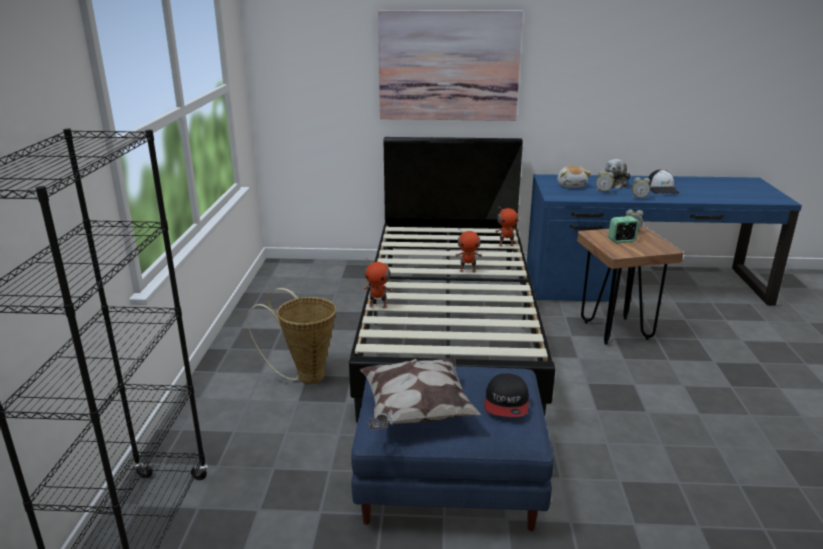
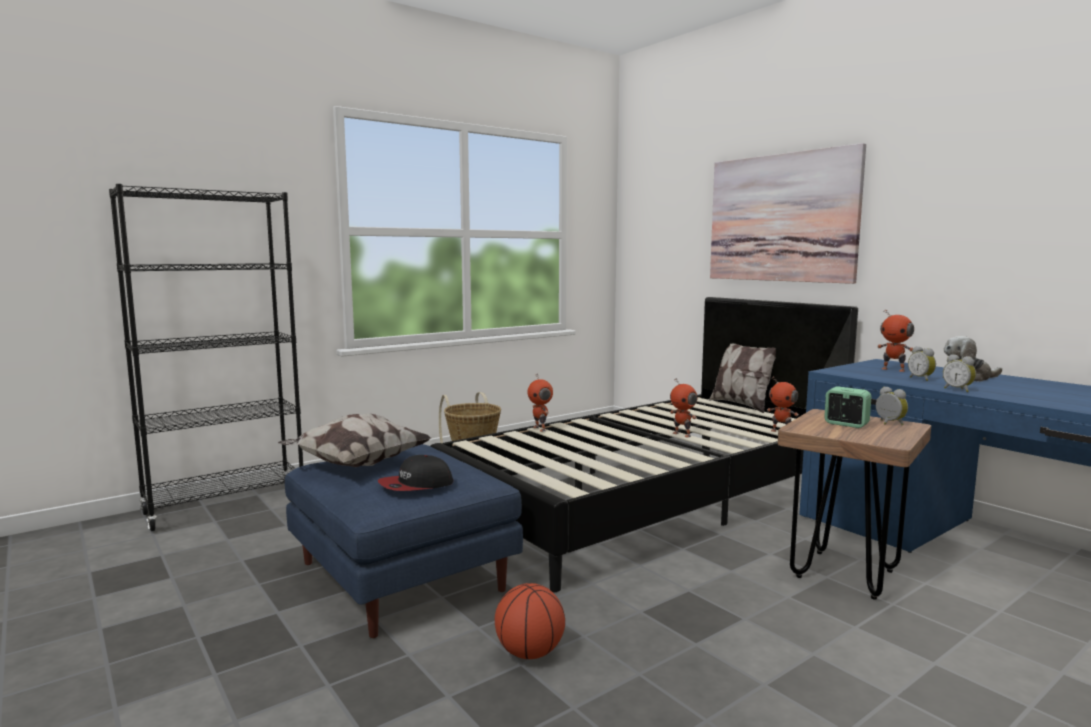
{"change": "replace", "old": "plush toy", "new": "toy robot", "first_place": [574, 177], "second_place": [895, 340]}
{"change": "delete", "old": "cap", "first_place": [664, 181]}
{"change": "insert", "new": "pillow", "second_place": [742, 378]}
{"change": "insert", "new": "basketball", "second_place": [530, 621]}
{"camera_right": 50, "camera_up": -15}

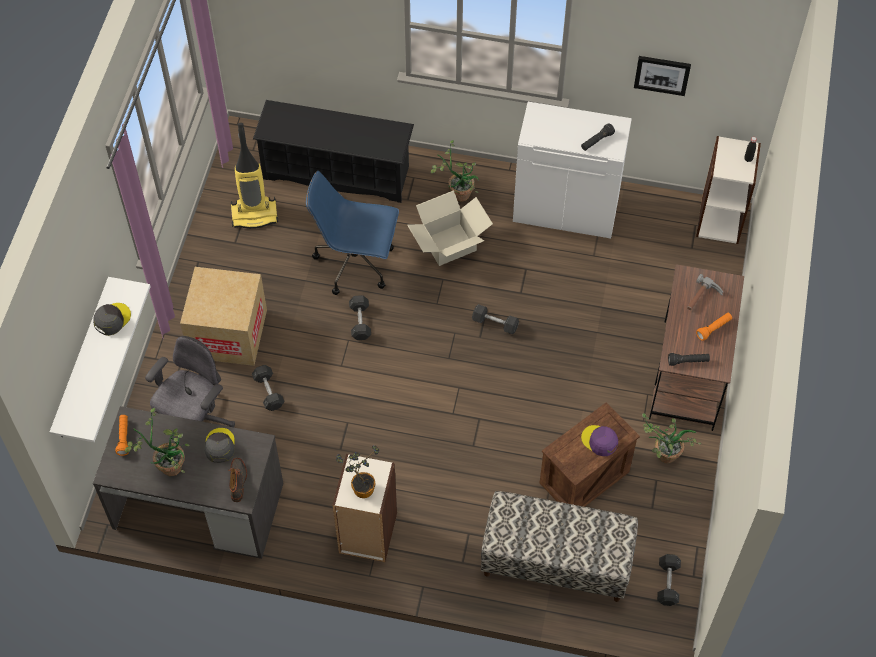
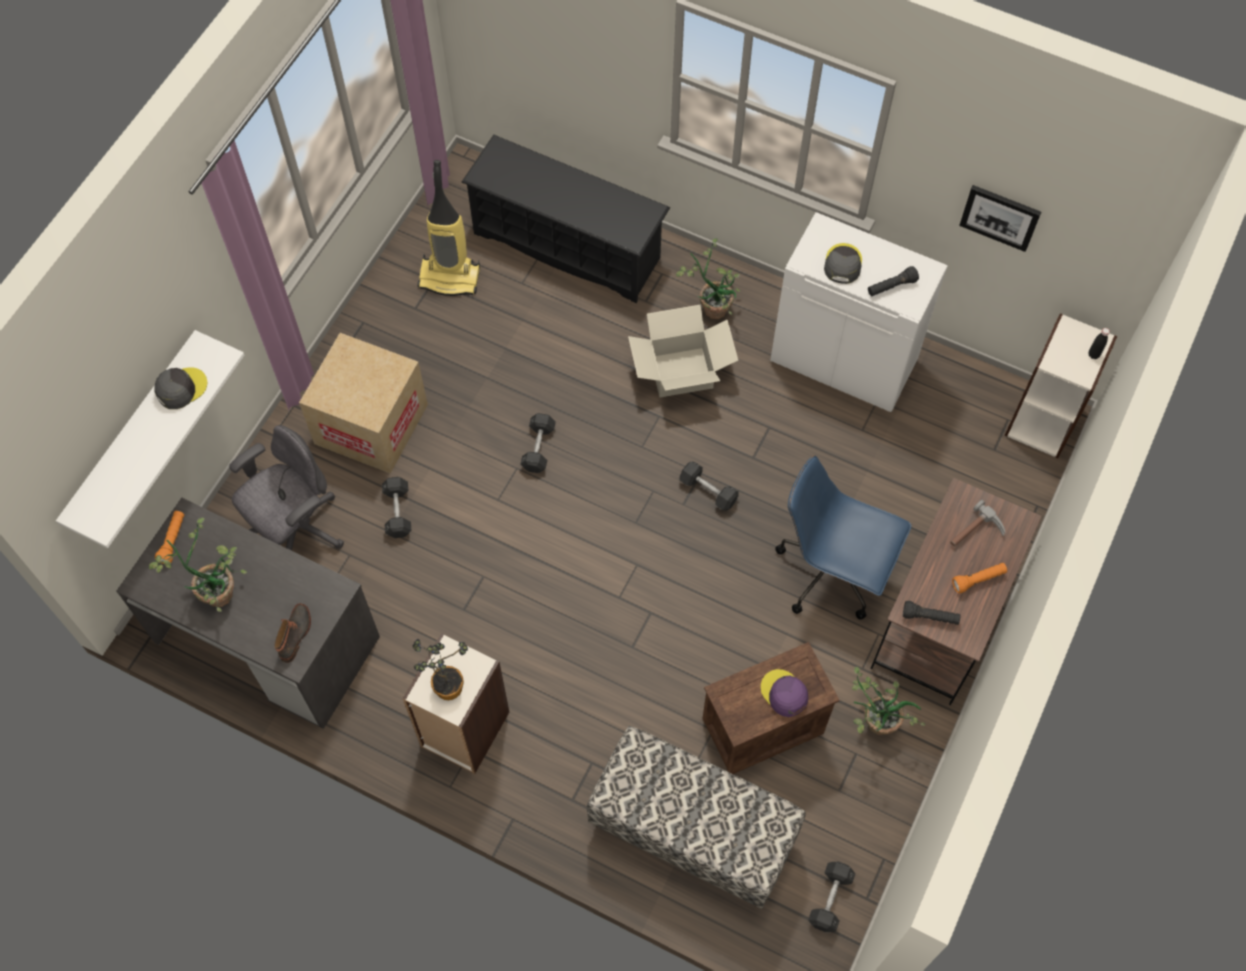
{"change": "move", "old": "office chair (blue)", "first_place": [352, 233], "second_place": [843, 538]}
{"change": "move", "old": "cap (grey)", "first_place": [220, 445], "second_place": [843, 263]}
{"camera_right": 15, "camera_up": 5}

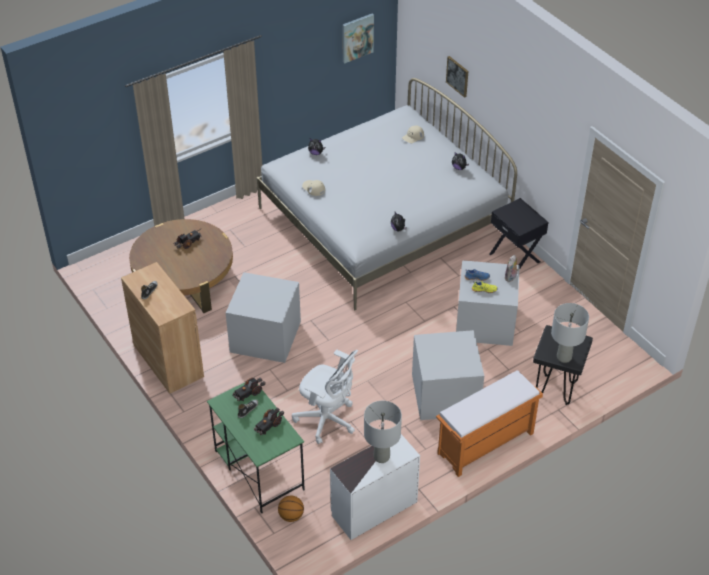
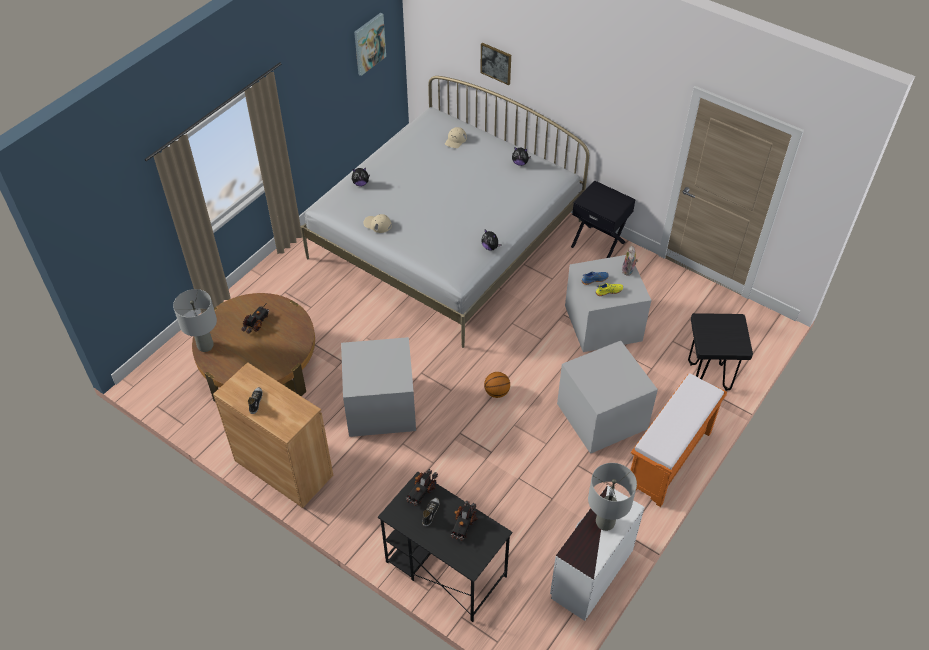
{"change": "move", "old": "table lamp (grey)", "first_place": [570, 333], "second_place": [195, 320]}
{"change": "delete", "old": "office chair (white)", "first_place": [325, 397]}
{"change": "recolor", "old": "desk (green)", "new": "desk (black)", "first_place": [256, 447], "second_place": [445, 547]}
{"change": "move", "old": "basketball", "first_place": [291, 509], "second_place": [497, 385]}
{"camera_right": -20, "camera_up": 5}

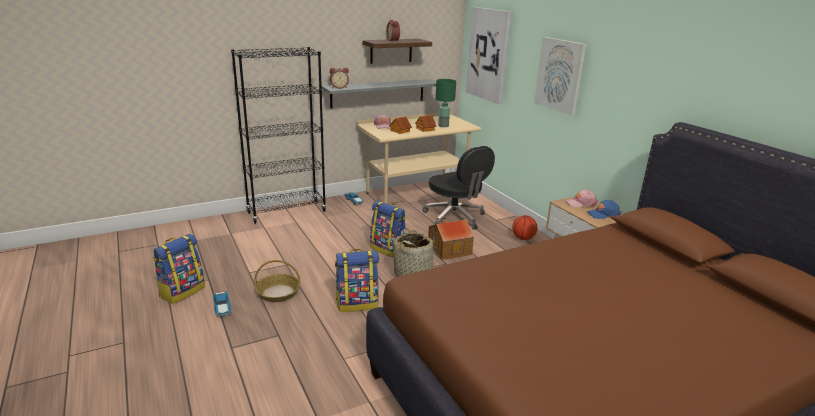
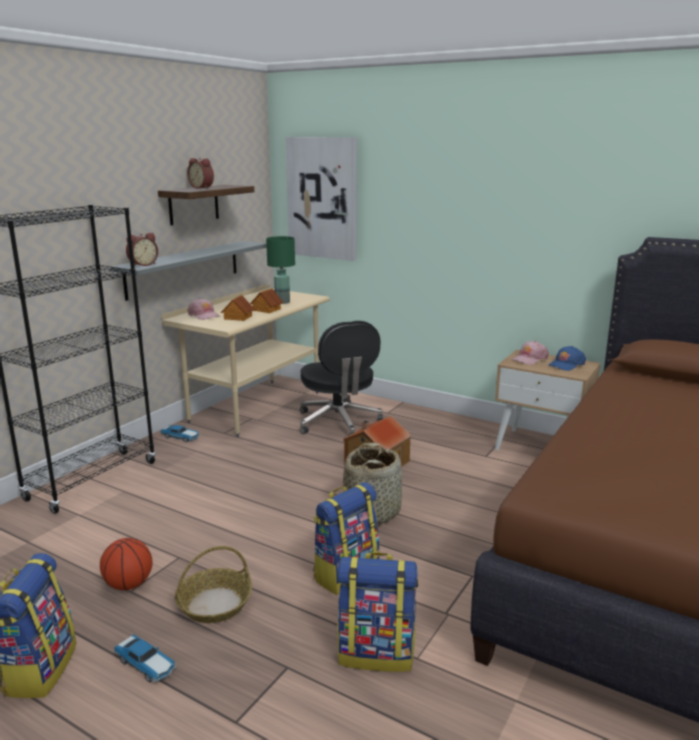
{"change": "delete", "old": "picture", "first_place": [560, 76]}
{"change": "rotate", "old": "office chair (black)", "first_place": [459, 188], "second_place": [341, 378], "degrees": 45}
{"change": "move", "old": "backpack", "first_place": [388, 229], "second_place": [377, 612]}
{"change": "move", "old": "basketball", "first_place": [524, 227], "second_place": [126, 564]}
{"camera_right": -30, "camera_up": -5}

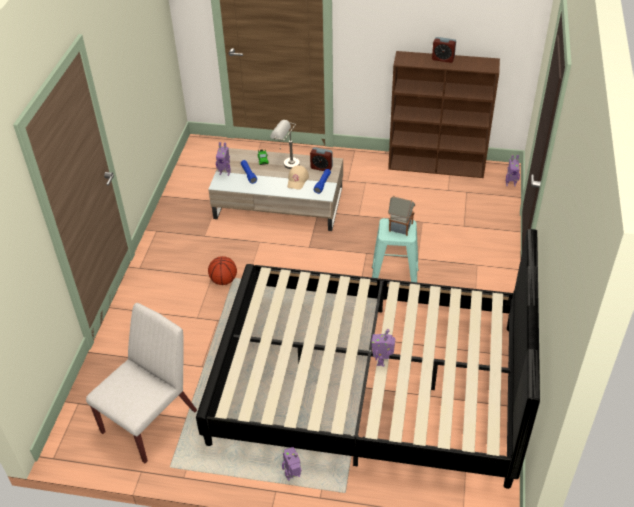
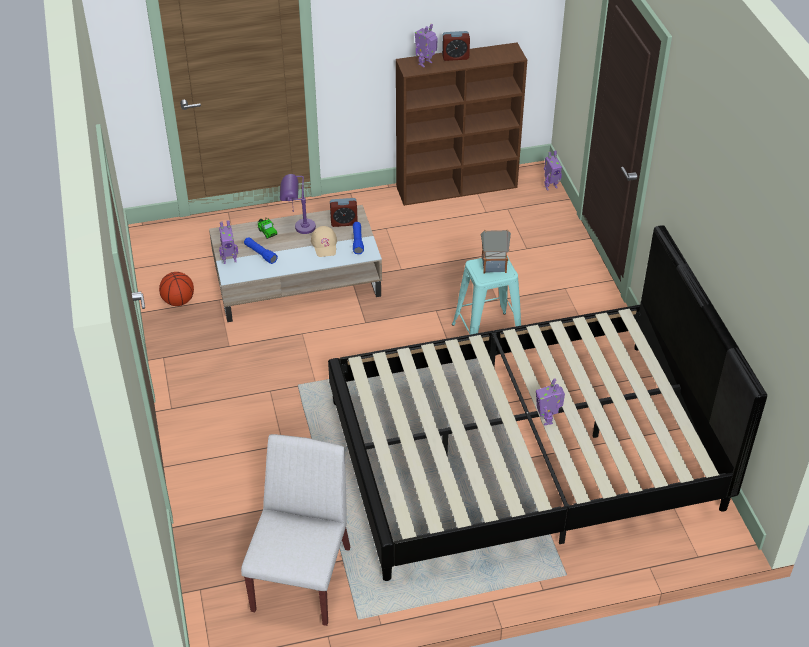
{"change": "recolor", "old": "table lamp (grey)", "new": "table lamp (purple)", "first_place": [285, 144], "second_place": [298, 204]}
{"change": "move", "old": "basketball", "first_place": [222, 270], "second_place": [176, 289]}
{"change": "move", "old": "toy robot", "first_place": [292, 464], "second_place": [426, 45]}
{"camera_right": -25, "camera_up": 0}

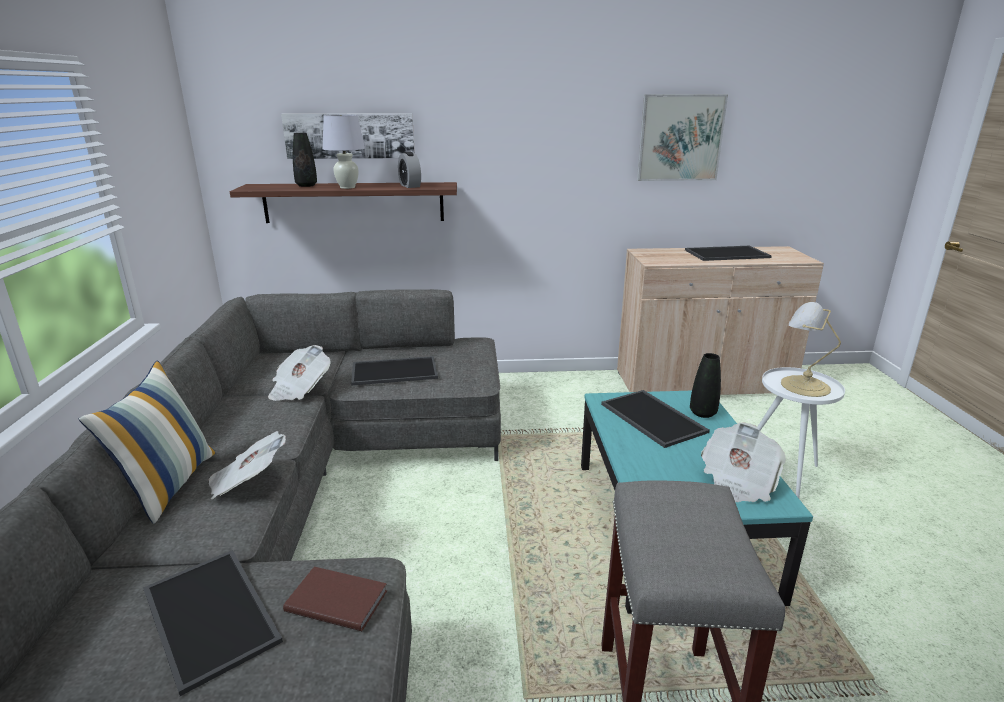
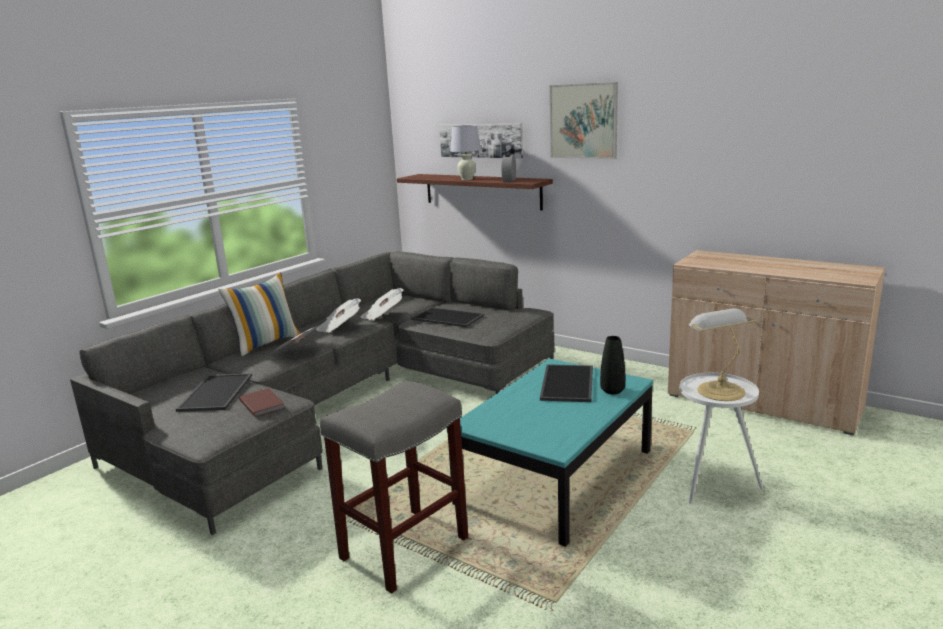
{"change": "move", "old": "picture", "first_place": [682, 137], "second_place": [584, 120]}
{"change": "delete", "old": "vase (black)", "first_place": [305, 160]}
{"change": "delete", "old": "tray", "first_place": [728, 253]}
{"change": "move", "old": "newspaper", "first_place": [743, 462], "second_place": [338, 315]}
{"camera_right": 40, "camera_up": -5}

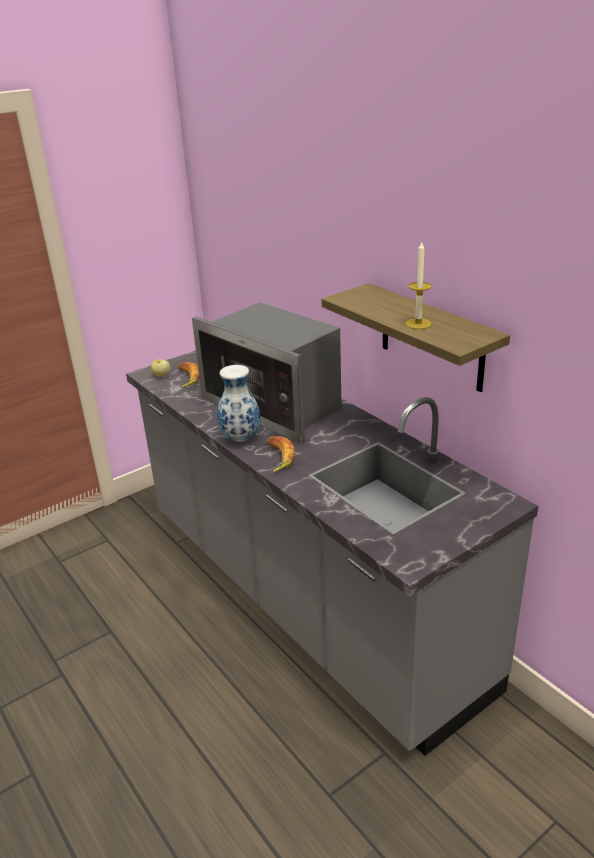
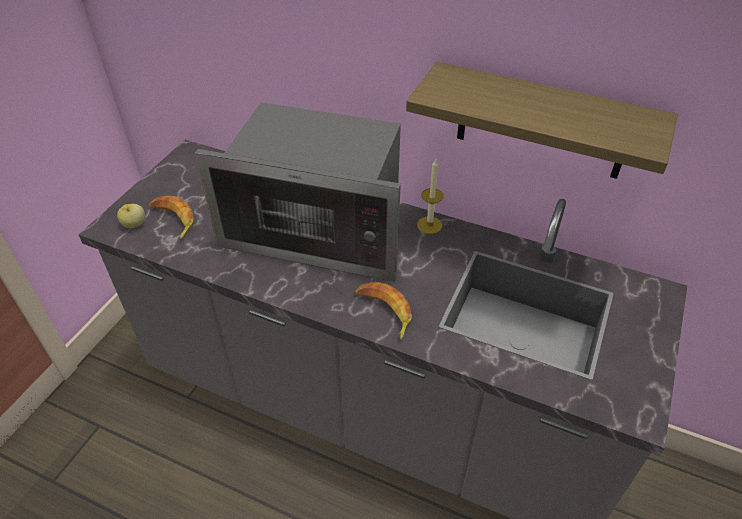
{"change": "move", "old": "candle", "first_place": [418, 285], "second_place": [430, 196]}
{"change": "delete", "old": "vase", "first_place": [238, 403]}
{"camera_right": -30, "camera_up": 15}

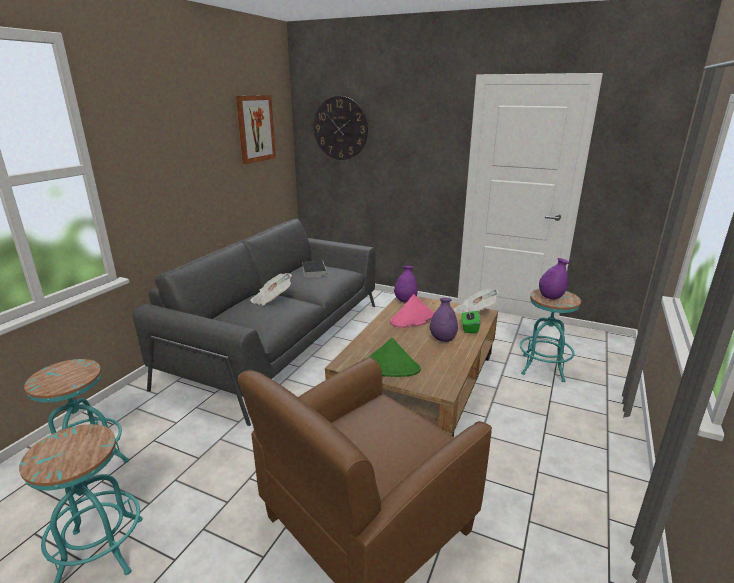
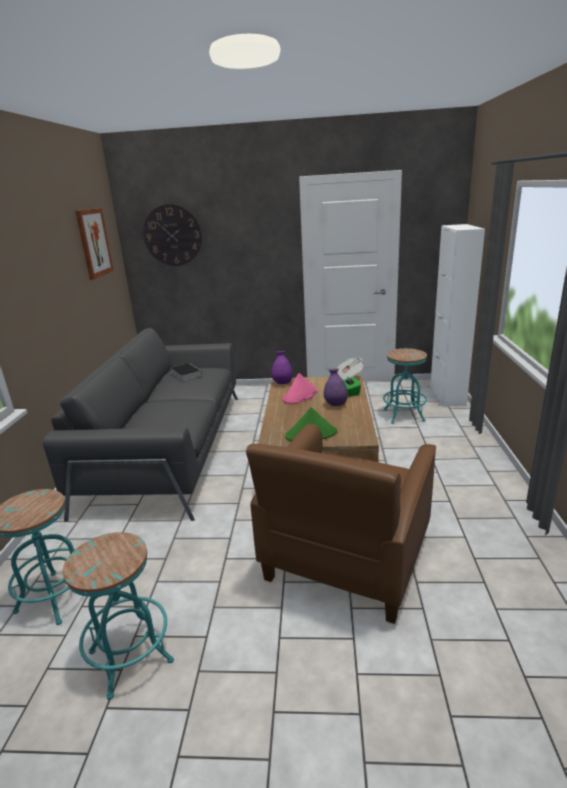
{"change": "delete", "old": "vase (purple)", "first_place": [554, 279]}
{"change": "delete", "old": "newspaper", "first_place": [271, 289]}
{"change": "insert", "new": "cabinet (white)", "second_place": [457, 315]}
{"camera_right": -20, "camera_up": 0}

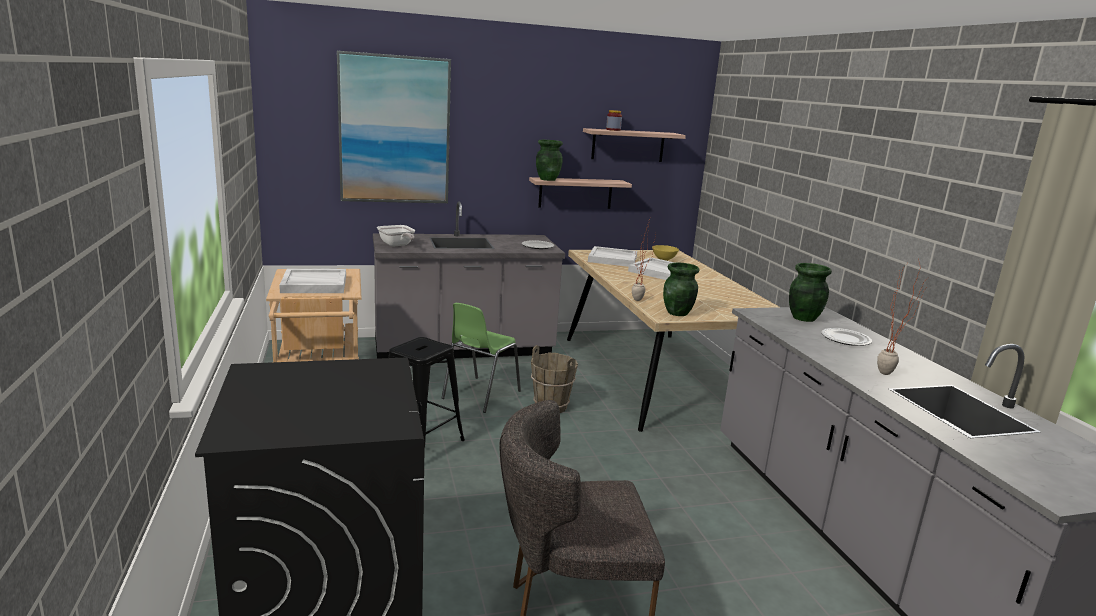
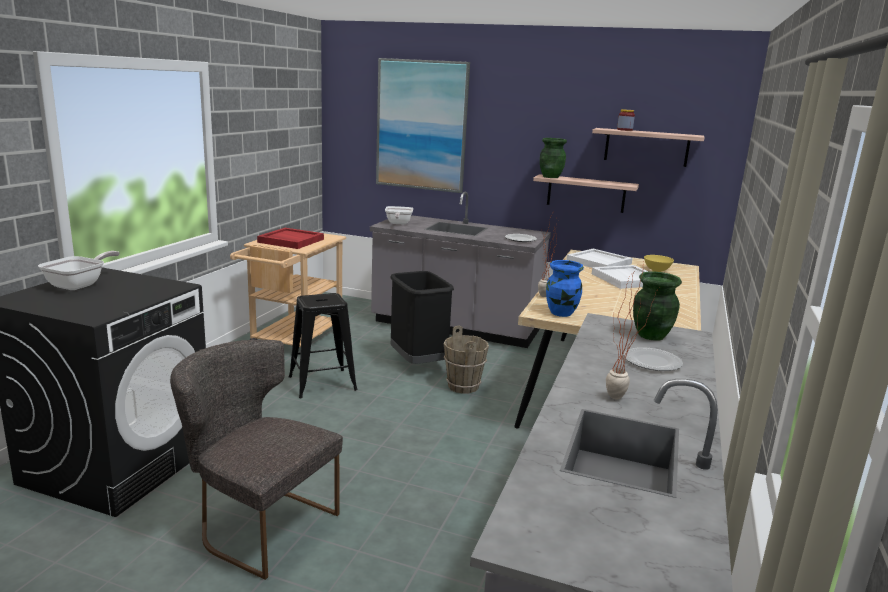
{"change": "recolor", "old": "vase (green)", "new": "vase (blue)", "first_place": [681, 289], "second_place": [565, 288]}
{"change": "recolor", "old": "tray (white)", "new": "tray (red)", "first_place": [312, 281], "second_place": [290, 238]}
{"change": "replace", "old": "chair (green)", "new": "trash can (black)", "first_place": [481, 358], "second_place": [422, 317]}
{"change": "insert", "new": "frying pan", "second_place": [79, 270]}
{"camera_right": 35, "camera_up": 0}

